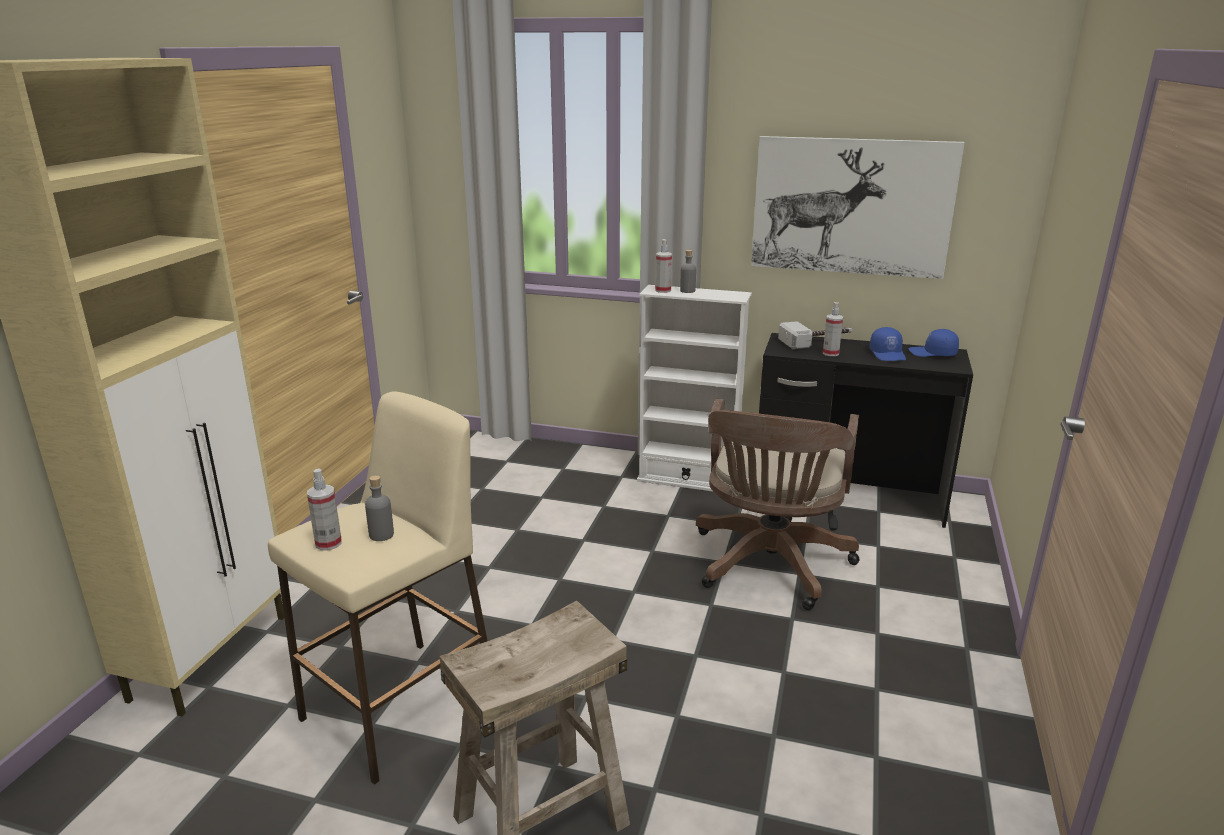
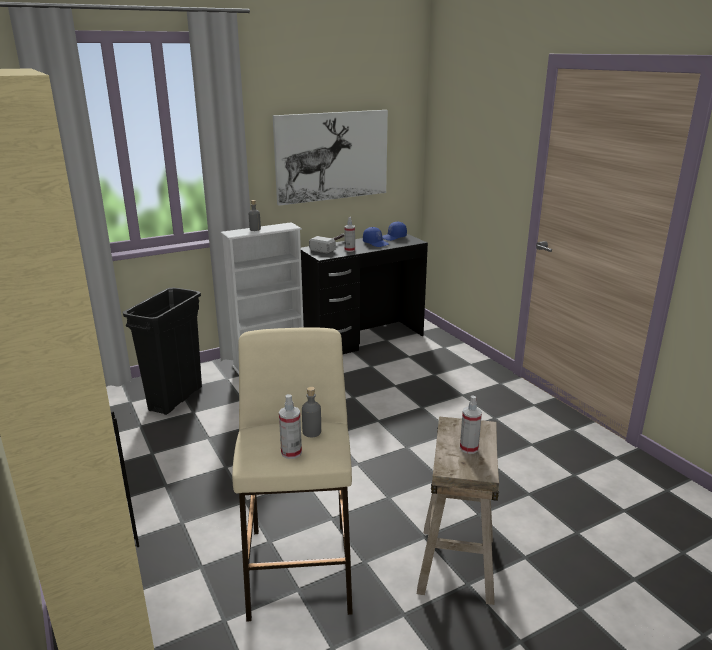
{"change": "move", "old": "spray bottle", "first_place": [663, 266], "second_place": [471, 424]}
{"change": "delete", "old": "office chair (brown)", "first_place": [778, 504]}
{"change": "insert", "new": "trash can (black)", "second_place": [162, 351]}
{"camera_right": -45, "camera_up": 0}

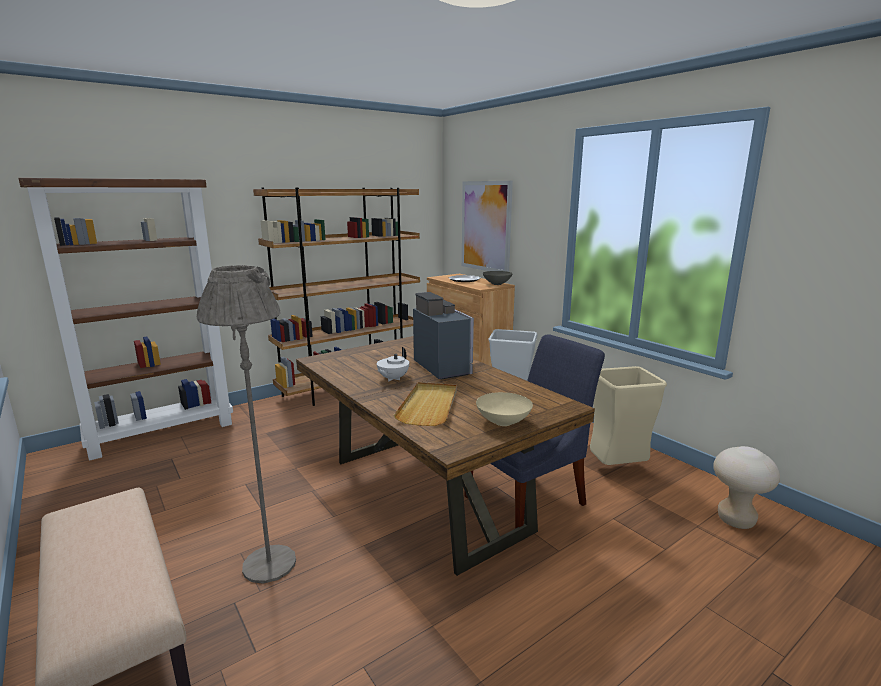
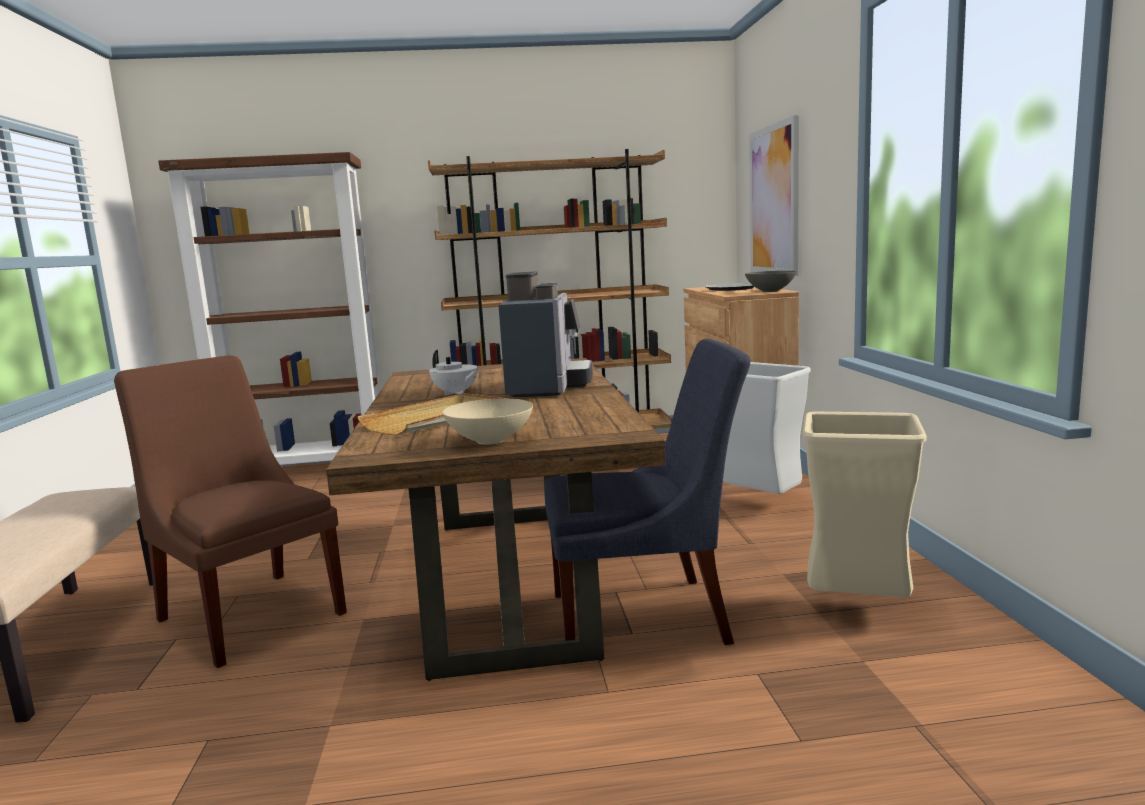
{"change": "replace", "old": "floor lamp (grey)", "new": "chair (brown)", "first_place": [246, 424], "second_place": [230, 511]}
{"change": "rotate", "old": "teapot (white)", "first_place": [393, 364], "second_place": [453, 373], "degrees": -105}
{"change": "delete", "old": "stool (beige)", "first_place": [746, 487]}
{"camera_right": 30, "camera_up": -5}

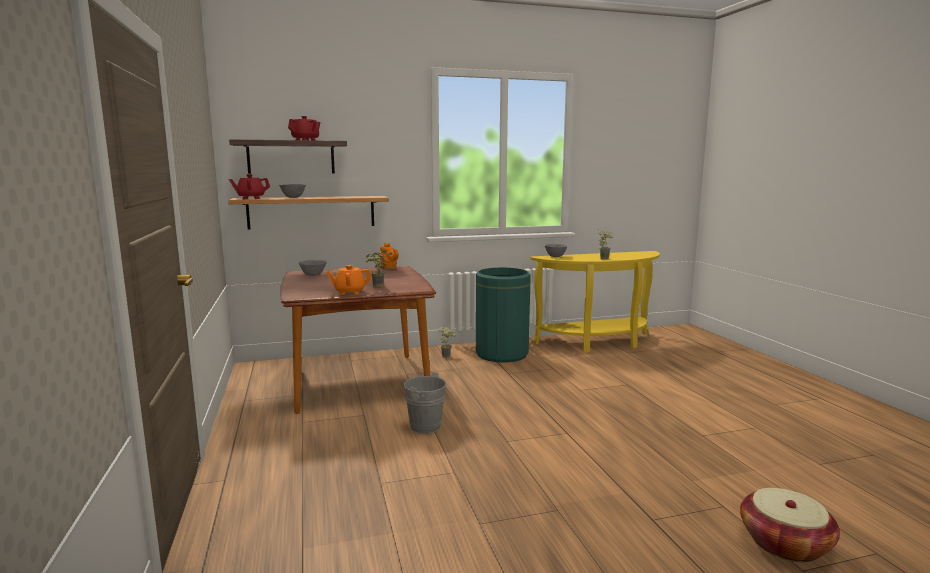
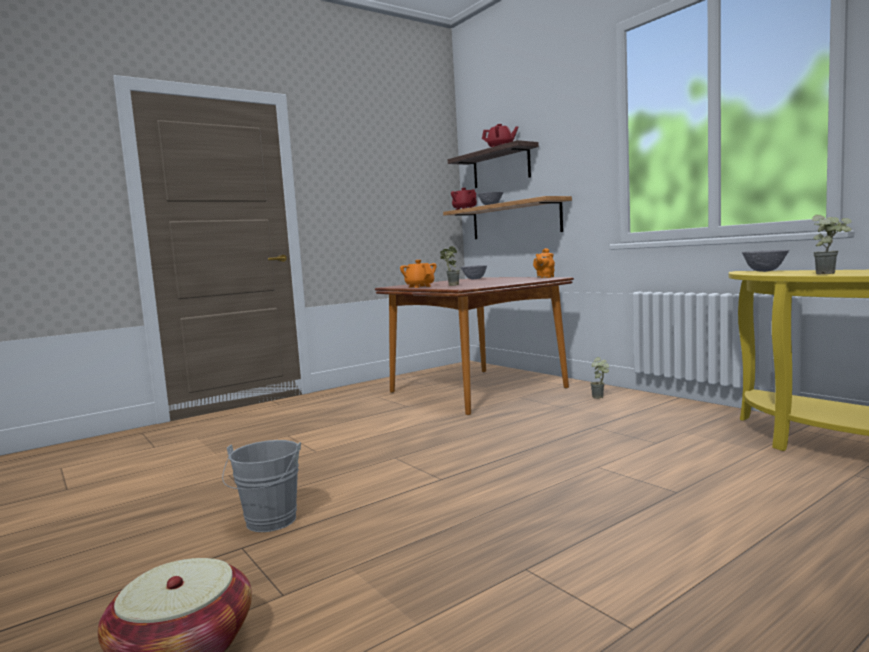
{"change": "delete", "old": "trash can (green)", "first_place": [503, 315]}
{"change": "move", "old": "bucket (grey)", "first_place": [428, 403], "second_place": [261, 486]}
{"camera_right": 70, "camera_up": -5}

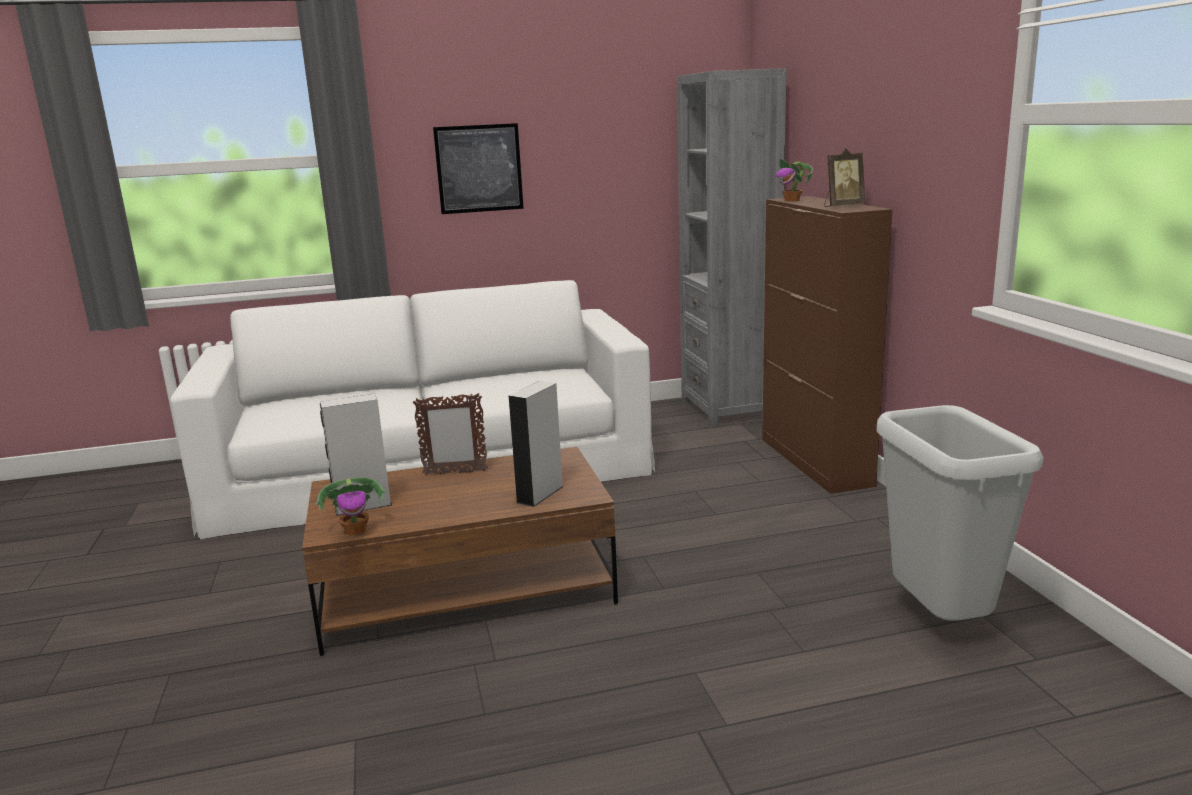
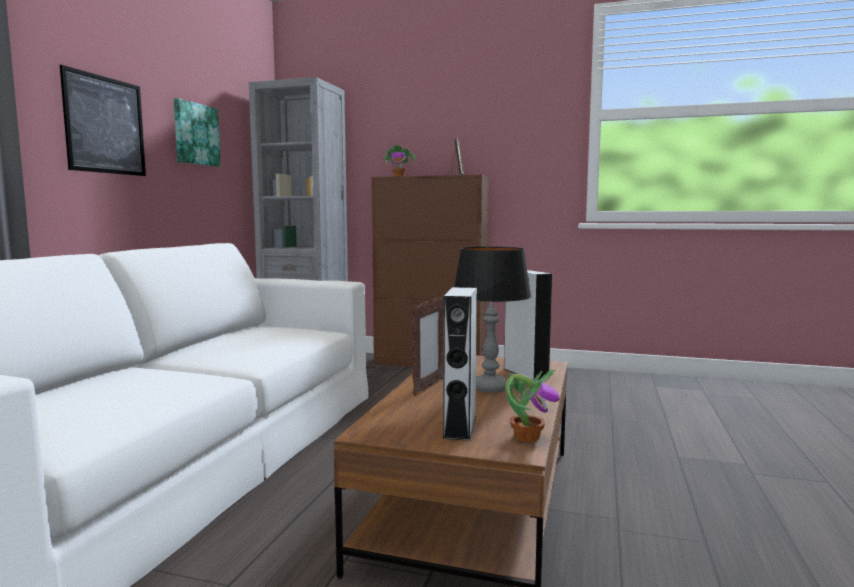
{"change": "delete", "old": "trash can (grey)", "first_place": [960, 513]}
{"change": "insert", "new": "picture", "second_place": [197, 132]}
{"change": "insert", "new": "table lamp", "second_place": [492, 320]}
{"camera_right": -60, "camera_up": -10}

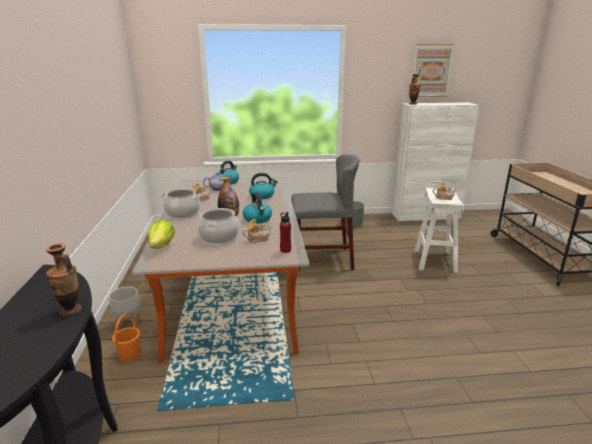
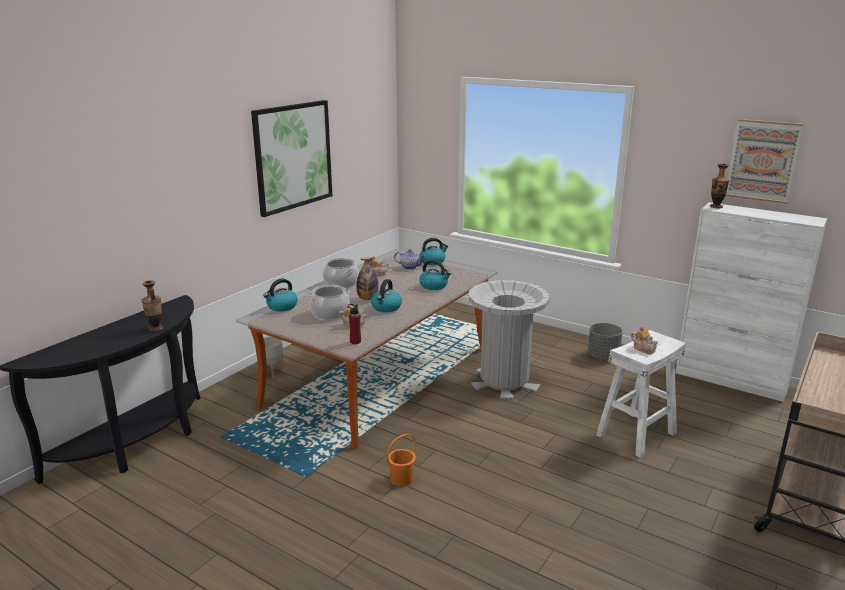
{"change": "replace", "old": "chair (grey)", "new": "trash can (grey)", "first_place": [326, 212], "second_place": [509, 339]}
{"change": "replace", "old": "lettuce", "new": "kettle", "first_place": [162, 234], "second_place": [280, 295]}
{"change": "move", "old": "bucket (orange)", "first_place": [126, 337], "second_place": [401, 460]}
{"change": "insert", "new": "picture", "second_place": [291, 158]}
{"camera_right": 40, "camera_up": 0}

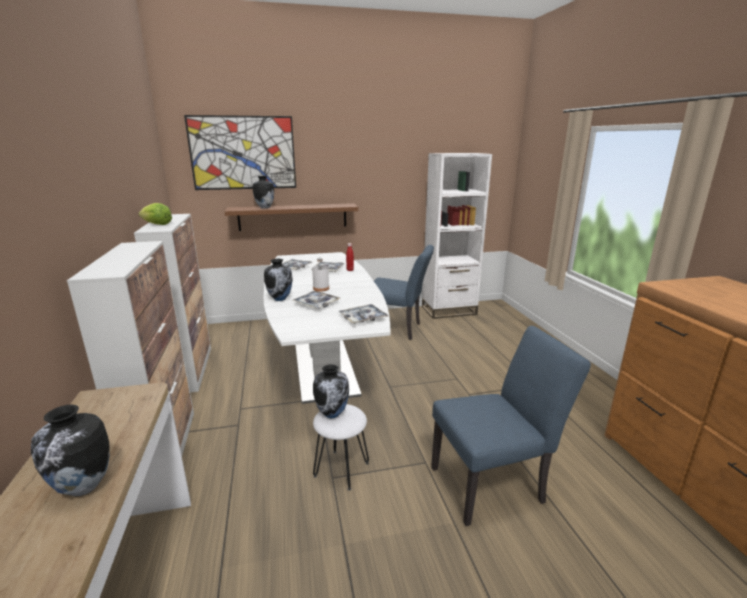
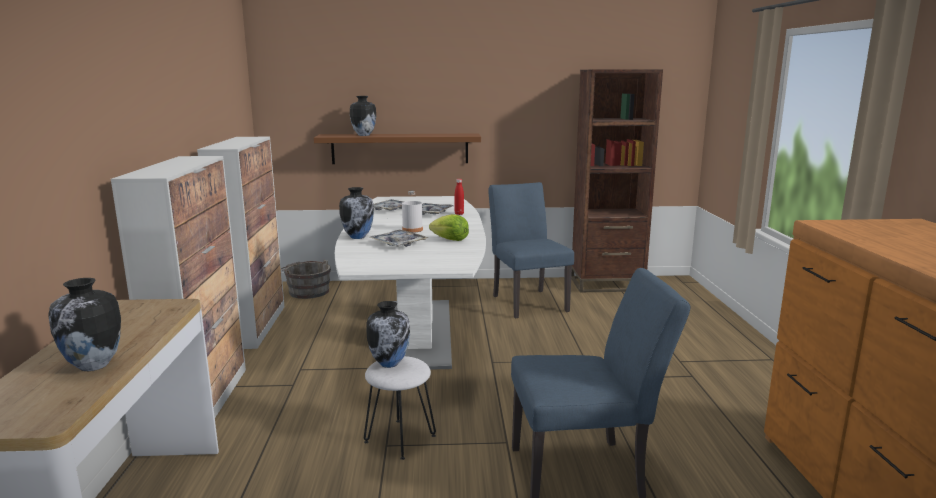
{"change": "delete", "old": "picture", "first_place": [240, 152]}
{"change": "recolor", "old": "bookcase (white)", "new": "bookcase (brown)", "first_place": [457, 236], "second_place": [617, 180]}
{"change": "move", "old": "lettuce", "first_place": [155, 214], "second_place": [449, 227]}
{"change": "rotate", "old": "chair (blue)", "first_place": [404, 292], "second_place": [531, 250], "degrees": -135}
{"change": "delete", "old": "tray", "first_place": [363, 314]}
{"change": "insert", "new": "bucket (grey)", "second_place": [306, 279]}
{"camera_right": 10, "camera_up": -5}

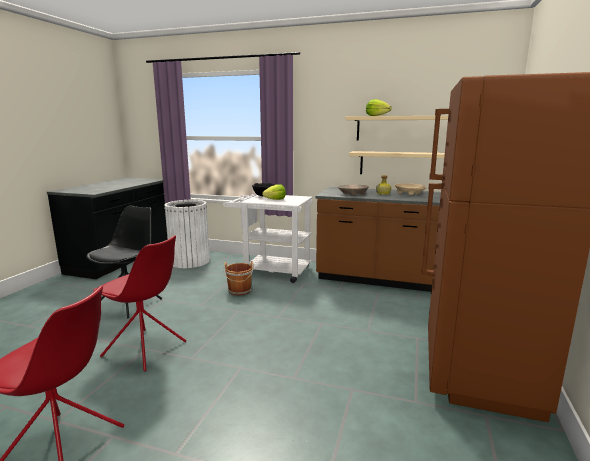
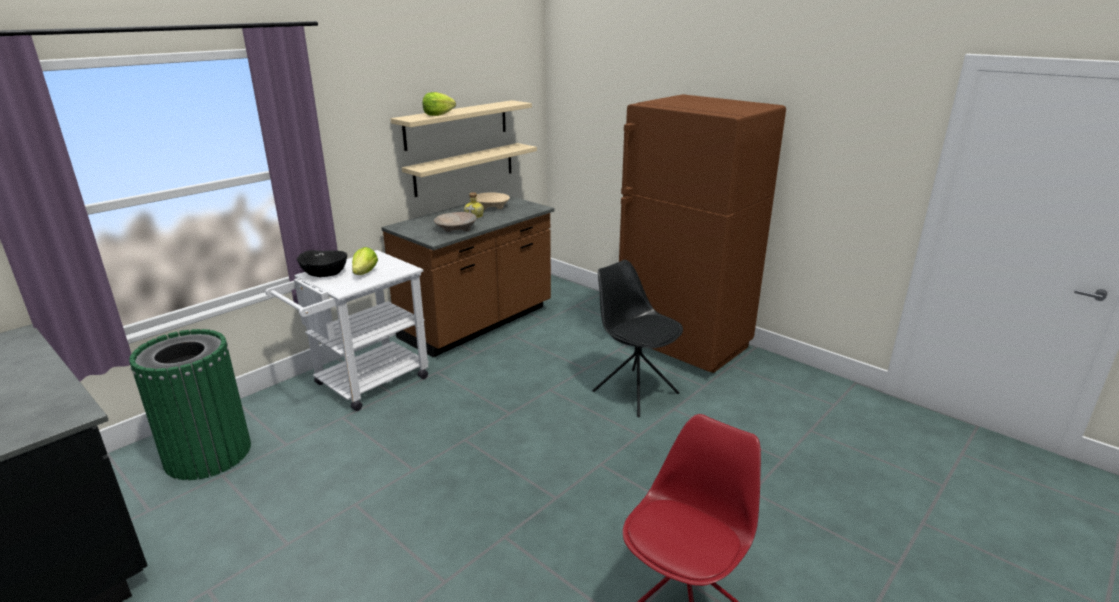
{"change": "recolor", "old": "trash can (white)", "new": "trash can (green)", "first_place": [187, 234], "second_place": [190, 404]}
{"change": "move", "old": "chair (black)", "first_place": [124, 261], "second_place": [637, 338]}
{"change": "delete", "old": "chair (red)", "first_place": [139, 303]}
{"change": "delete", "old": "bucket (brown)", "first_place": [238, 278]}
{"camera_right": -65, "camera_up": 10}

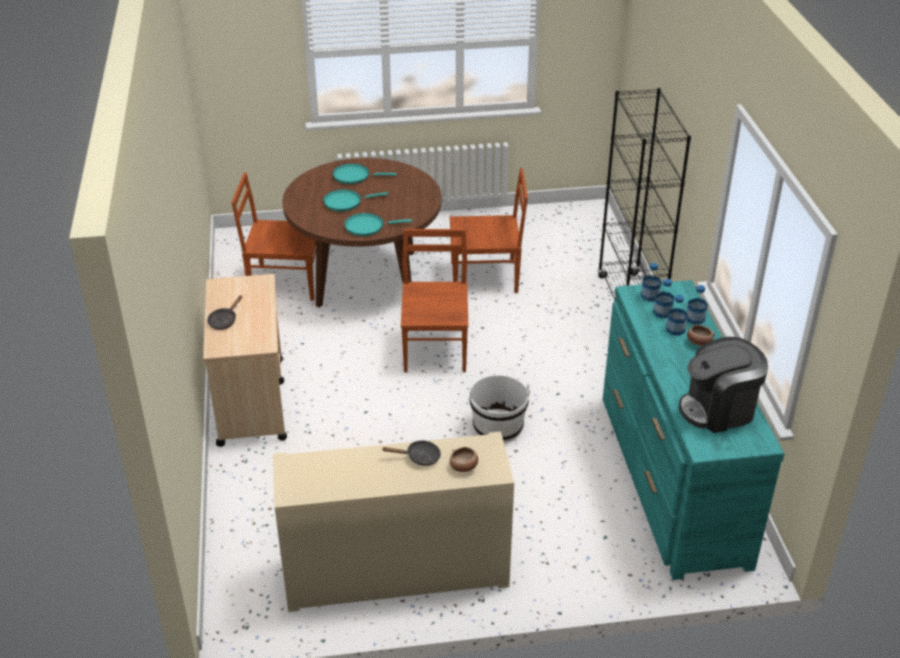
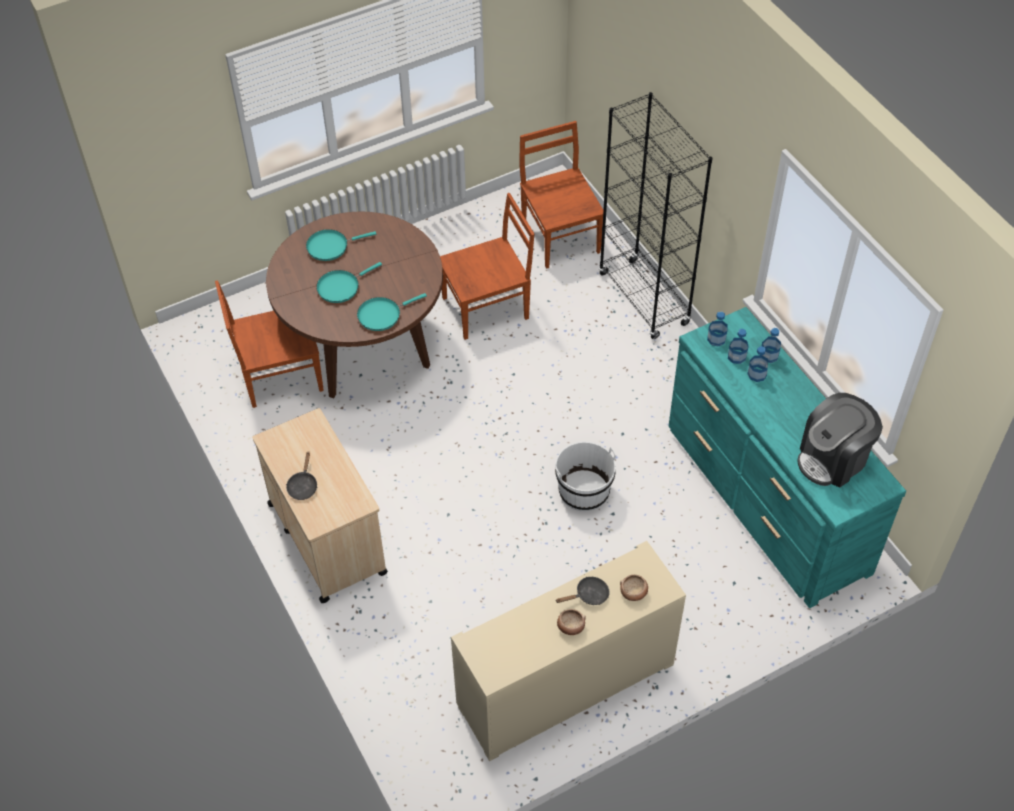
{"change": "move", "old": "chair (brown)", "first_place": [434, 300], "second_place": [561, 195]}
{"change": "move", "old": "bowl", "first_place": [701, 335], "second_place": [571, 622]}
{"camera_right": -20, "camera_up": 15}

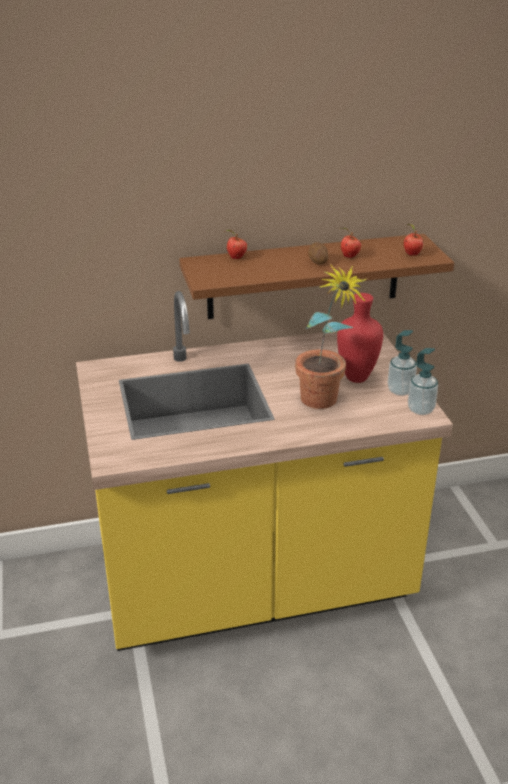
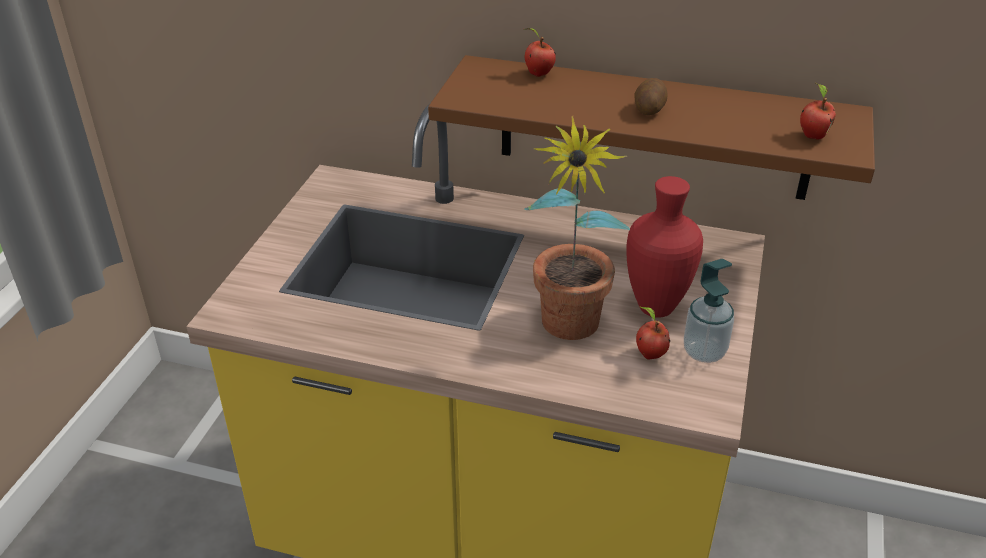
{"change": "move", "old": "apple", "first_place": [350, 243], "second_place": [653, 333]}
{"change": "delete", "old": "soap dispenser", "first_place": [423, 381]}
{"camera_right": 30, "camera_up": 5}

